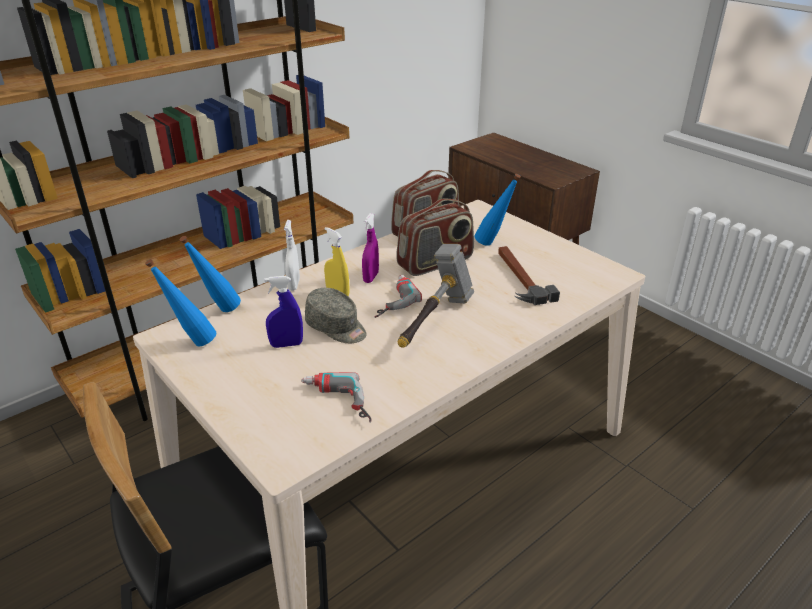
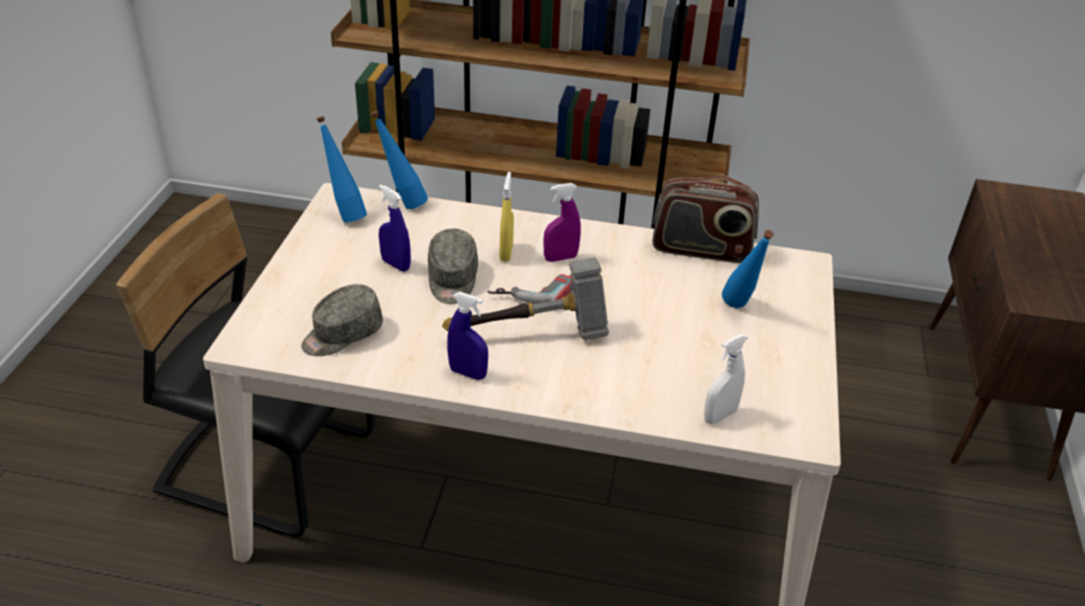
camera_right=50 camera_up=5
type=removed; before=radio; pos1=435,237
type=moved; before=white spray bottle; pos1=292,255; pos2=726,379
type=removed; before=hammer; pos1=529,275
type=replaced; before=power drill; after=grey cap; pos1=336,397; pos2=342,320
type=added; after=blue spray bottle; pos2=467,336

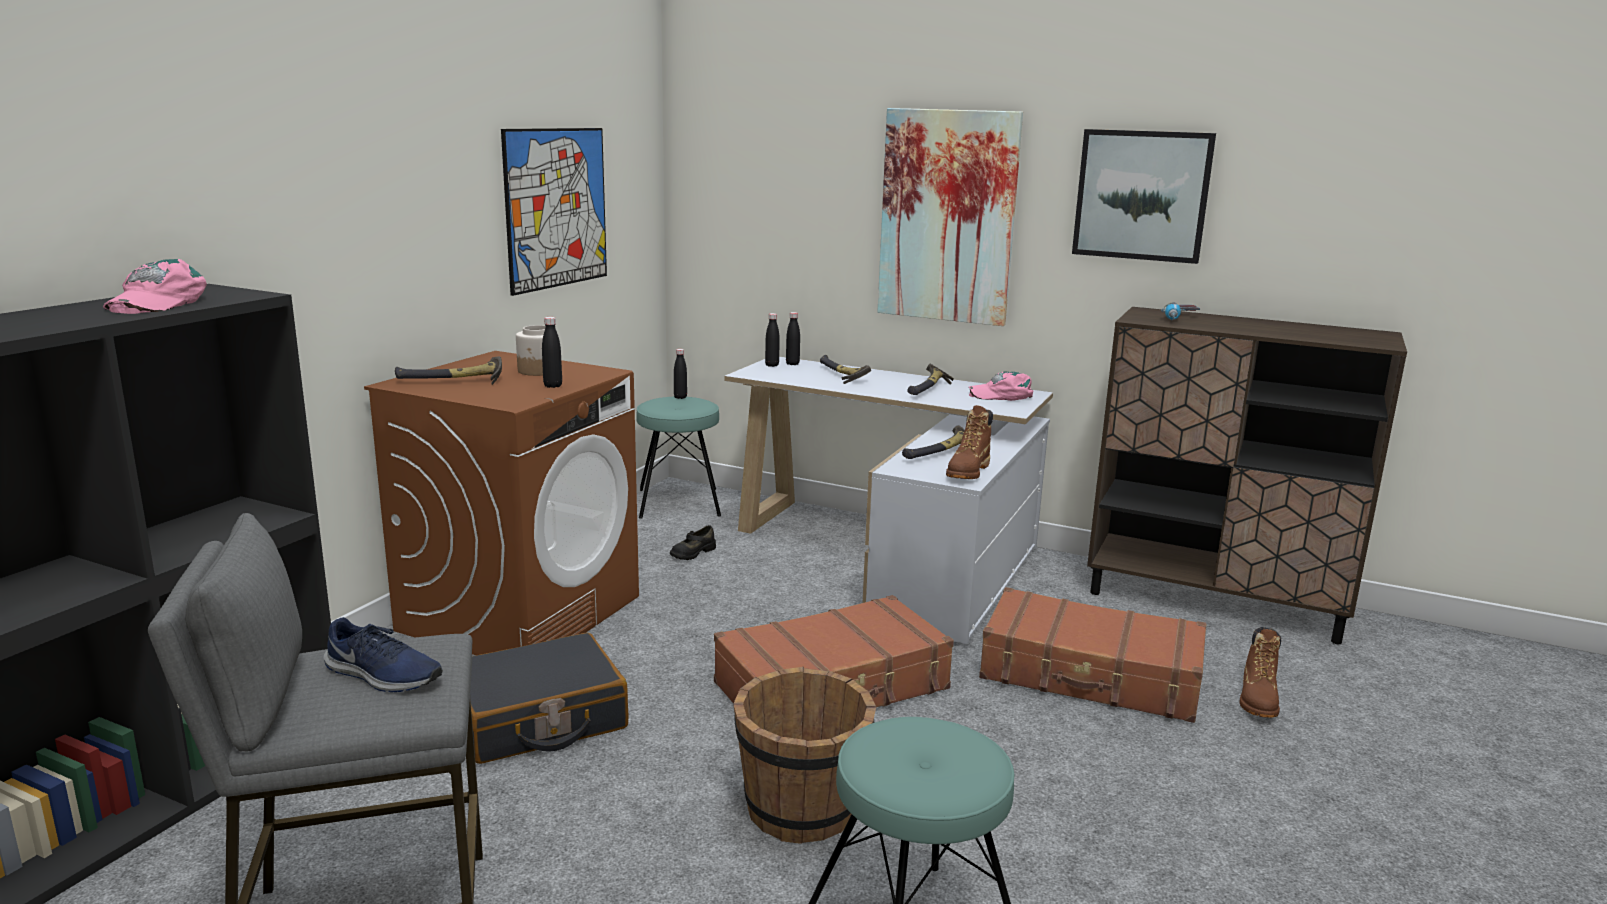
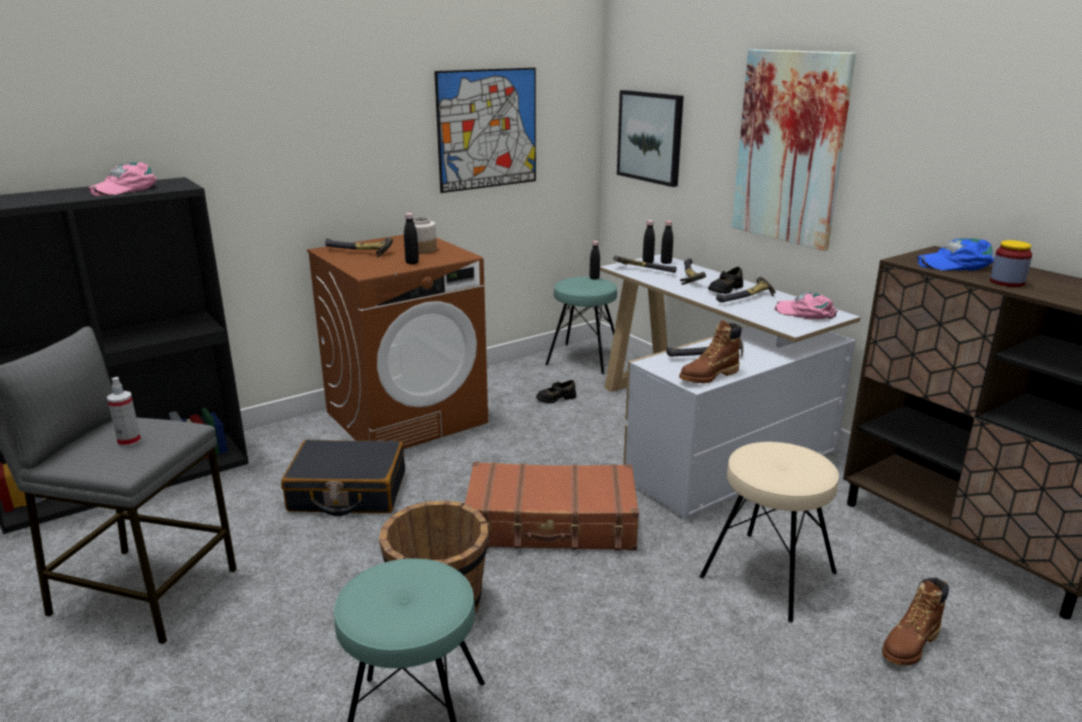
camera_right=30 camera_up=5
type=moved; before=picture; pos1=1144,196; pos2=650,138
type=replaced; before=power drill; after=blue cap; pos1=1180,311; pos2=956,254
type=replaced; before=brown suitcase; after=beige stool; pos1=1092,655; pos2=769,532
type=replaced; before=blue shoe; after=spray bottle; pos1=383,654; pos2=124,412
type=added; after=jar; pos2=1011,263
type=added; after=hammer; pos2=645,264
type=added; after=black shoe; pos2=725,280

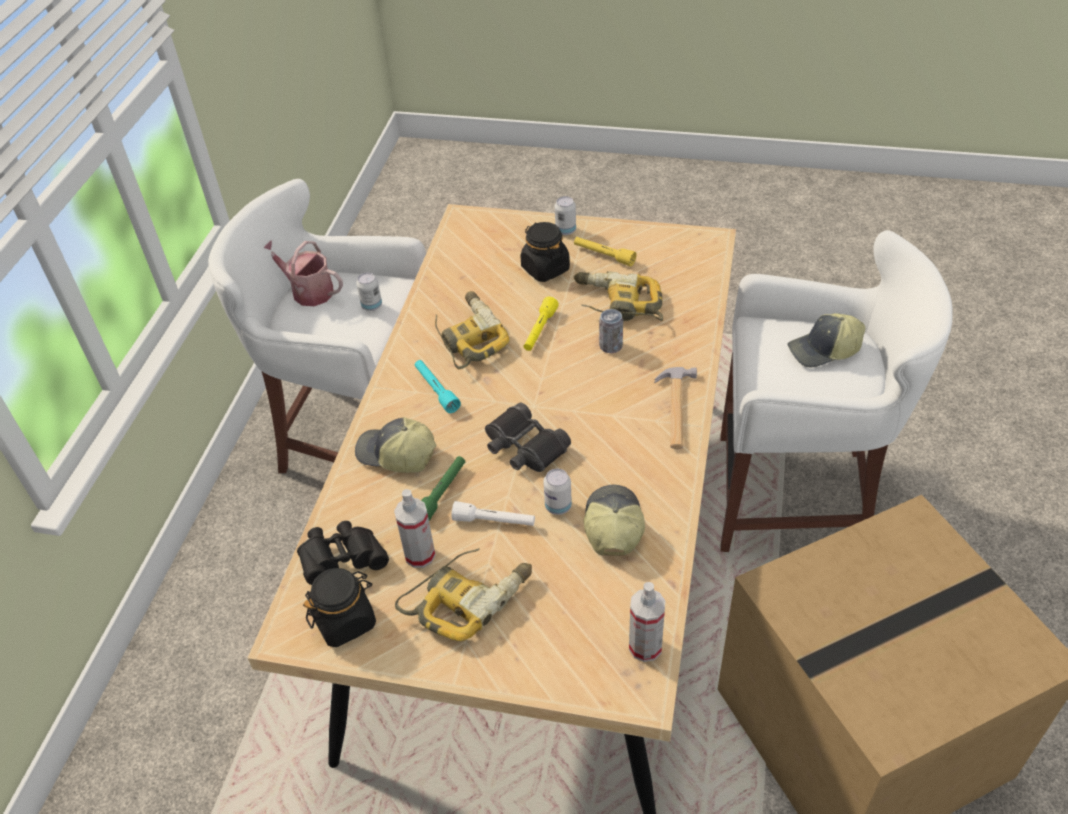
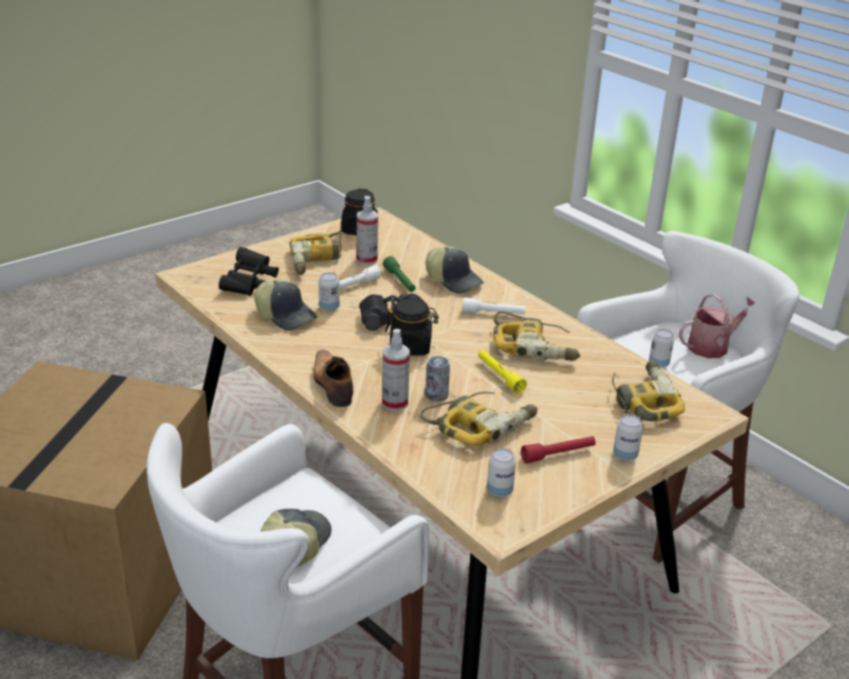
camera_right=125 camera_up=-15
type=moved; before=black jar; pos1=545,252; pos2=412,327
type=recoloured; before=yellow flashlight; after=red flashlight; pos1=605,252; pos2=558,450
type=recoloured; before=turquoise flashlight; after=white flashlight; pos1=438,386; pos2=494,305
type=replaced; before=hammer; after=shoe; pos1=675,408; pos2=333,378
type=turned; before=cap; pos1=395,445; pos2=455,270; turn=75
type=moved; before=black binoculars; pos1=343,553; pos2=249,271
type=moved; before=spray bottle; pos1=647,622; pos2=396,370
type=added; after=power drill; pos2=648,391
type=added; after=can; pos2=501,472

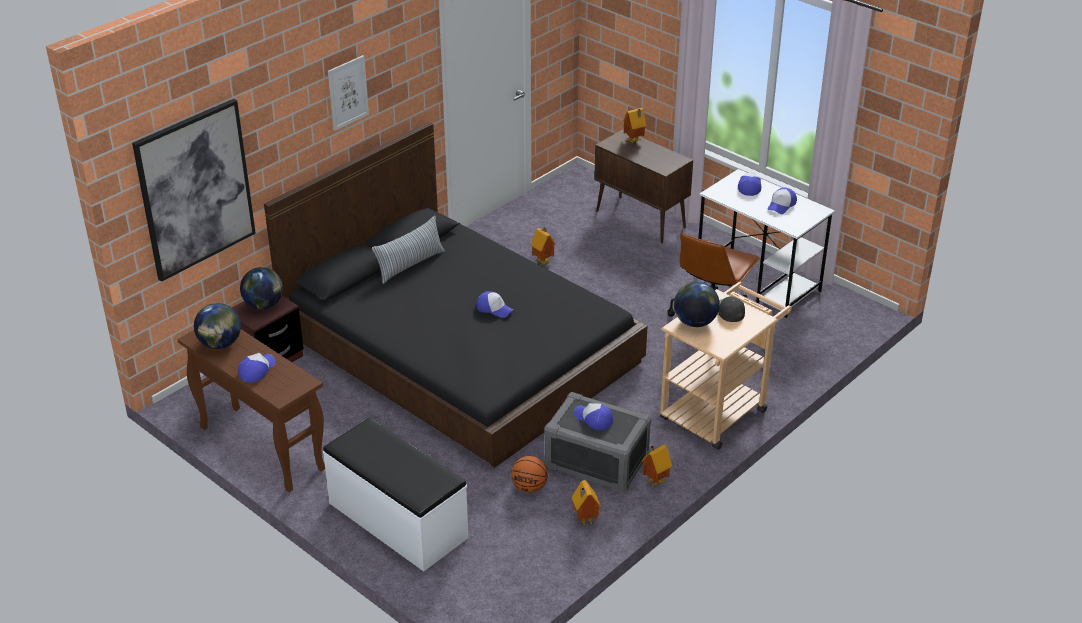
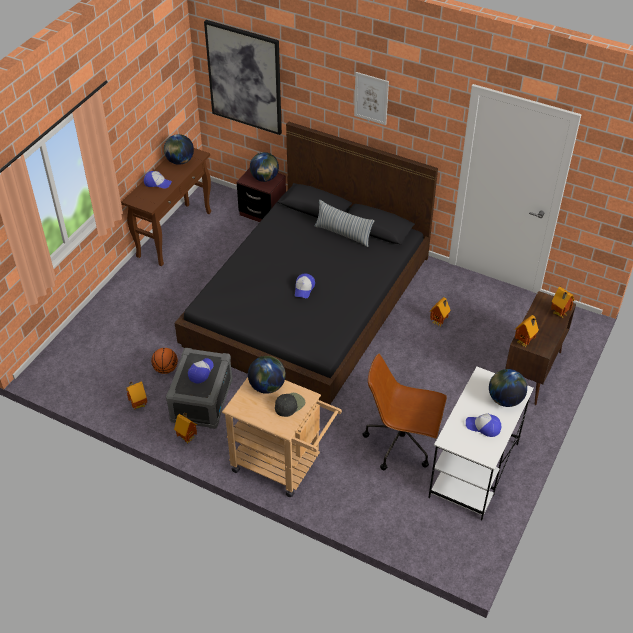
camera_right=75 camera_up=10
type=replaced; before=cap; after=globe; pos1=749,183; pos2=508,388
type=removed; before=white bench; pos1=395,494
type=added; after=toy house; pos2=527,331

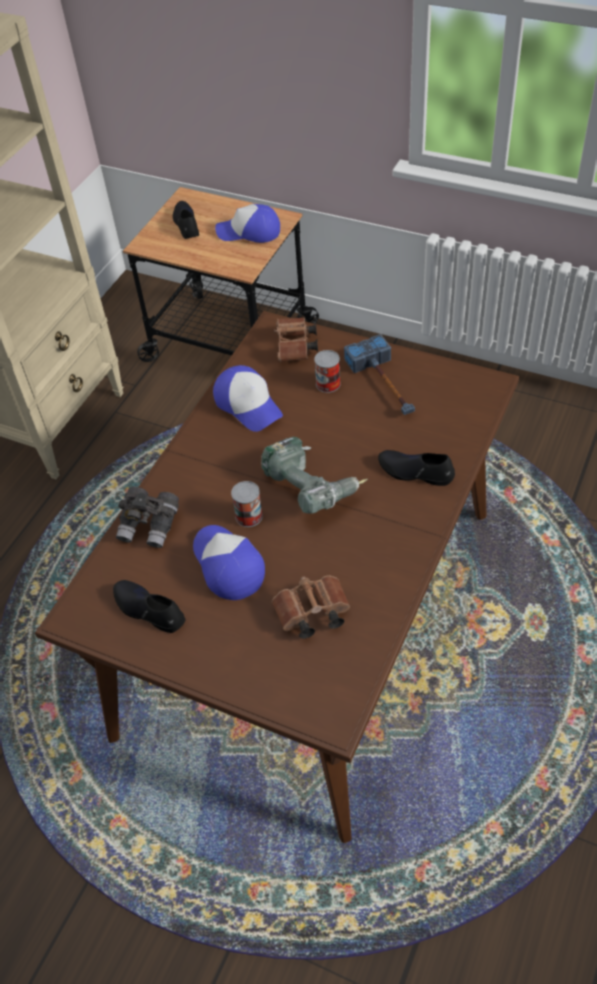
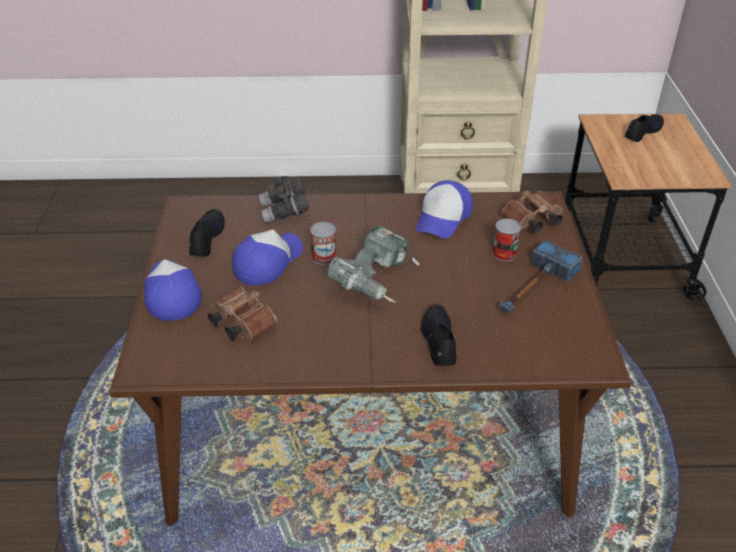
camera_right=60 camera_up=-10
type=moved; before=cap; pos1=247,223; pos2=173,290

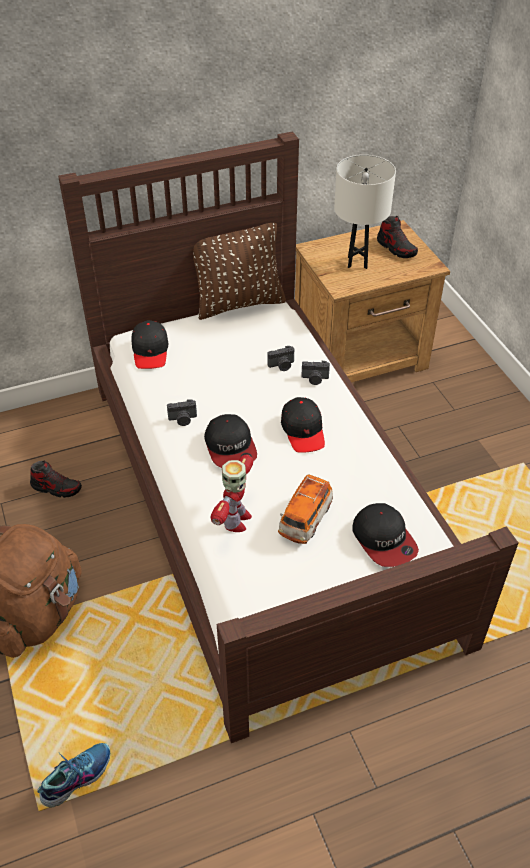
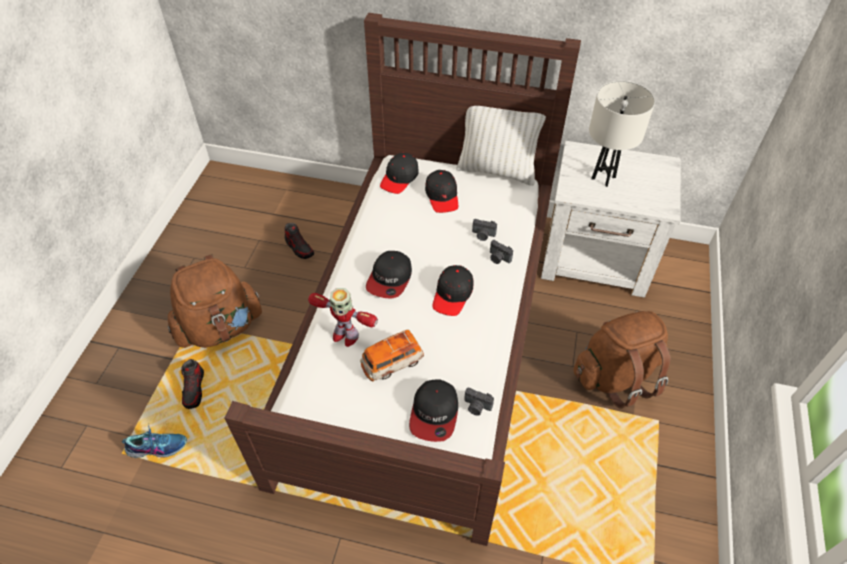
camera_right=35 camera_up=5
type=moved; before=shoe; pos1=397,237; pos2=192,384
type=recoloured; before=brown nightstand; after=white nightstand; pos1=372,301; pos2=611,219
type=recoloured; before=brown pillow; after=white pillow; pos1=239,271; pos2=501,146
type=moved; before=photo camera; pos1=182,412; pos2=479,401
type=turned; before=toy robot; pos1=232,493; pos2=343,317; turn=60
type=added; after=black cap; pos2=441,191
type=added; after=brown backpack; pos2=622,360

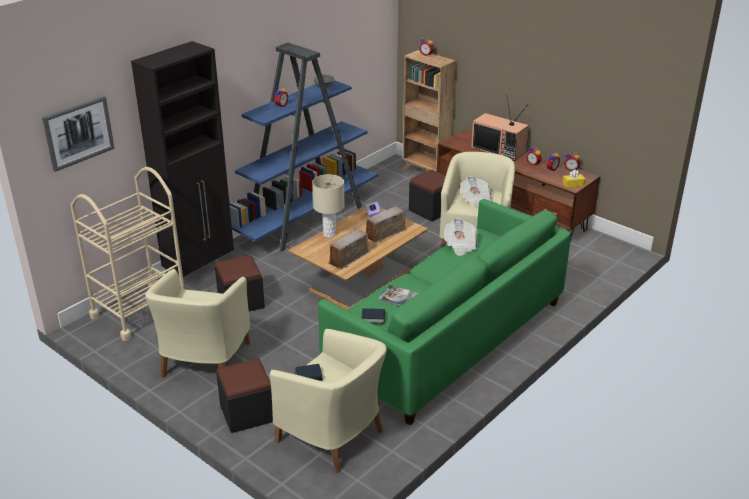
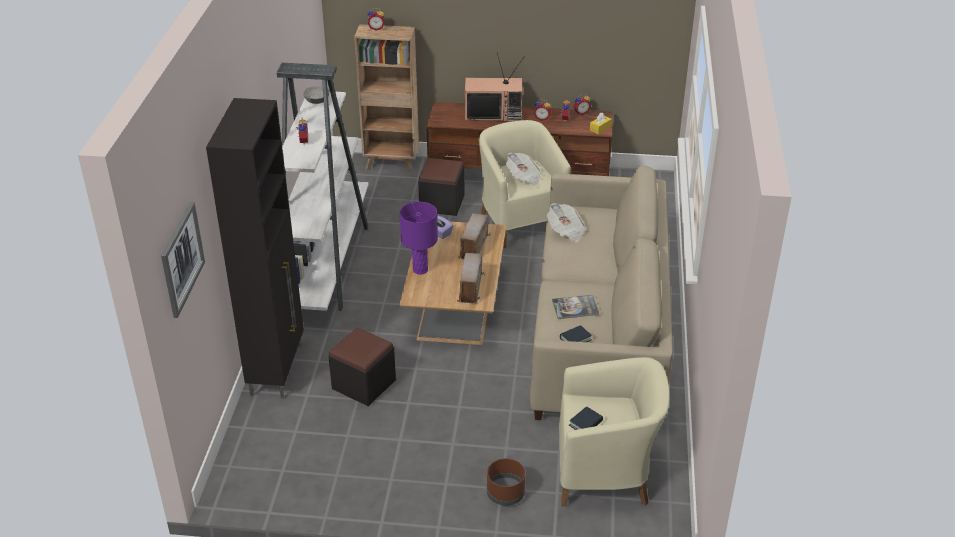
camera_right=-35 camera_up=5
type=recoloured; before=blue bookcase; after=white bookcase; pos1=303,147; pos2=323,187
type=removed; before=beige cart; pos1=127,254
type=recoloured; before=beige table lamp; after=purple table lamp; pos1=328,206; pos2=418,238
type=recoloured; before=green sofa; after=beige sofa; pos1=444,312; pos2=601,292
type=removed; before=beige armchair; pos1=197,323
type=replaced; before=black ottoman; after=brown planter; pos1=244,396; pos2=506,482

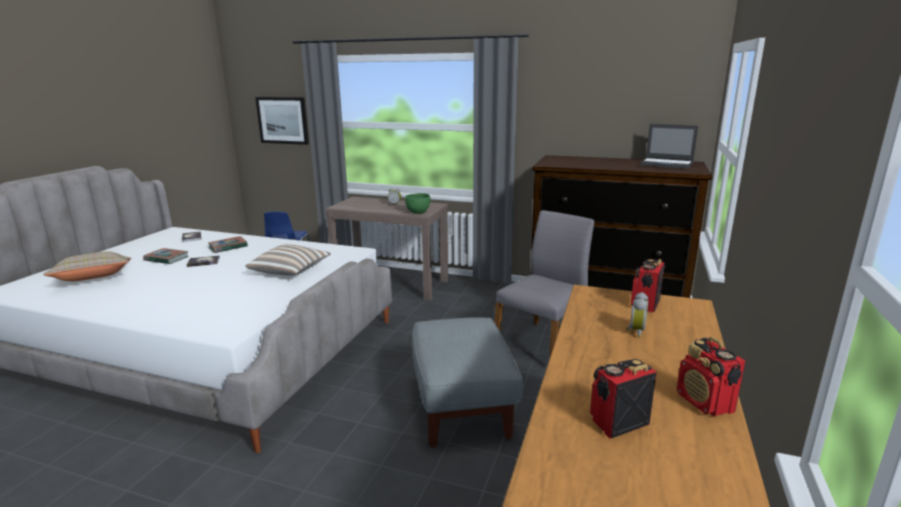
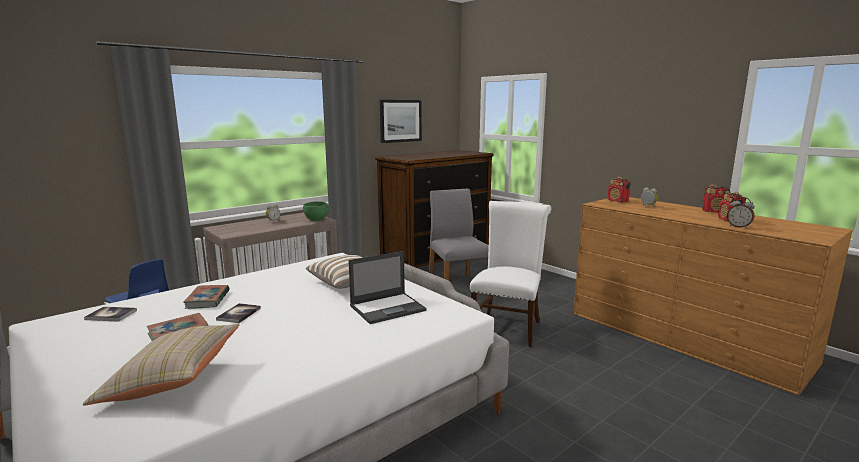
camera_right=-60 camera_up=-5
type=moved; before=picture; pos1=282,121; pos2=401,121
type=moved; before=laptop; pos1=668,146; pos2=388,287
type=replaced; before=grey ottoman; after=white chair; pos1=467,382; pos2=510,274
type=added; after=alarm clock; pos2=741,213

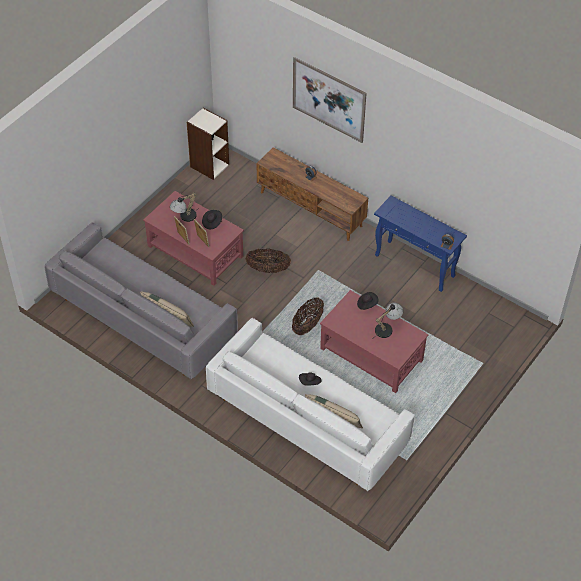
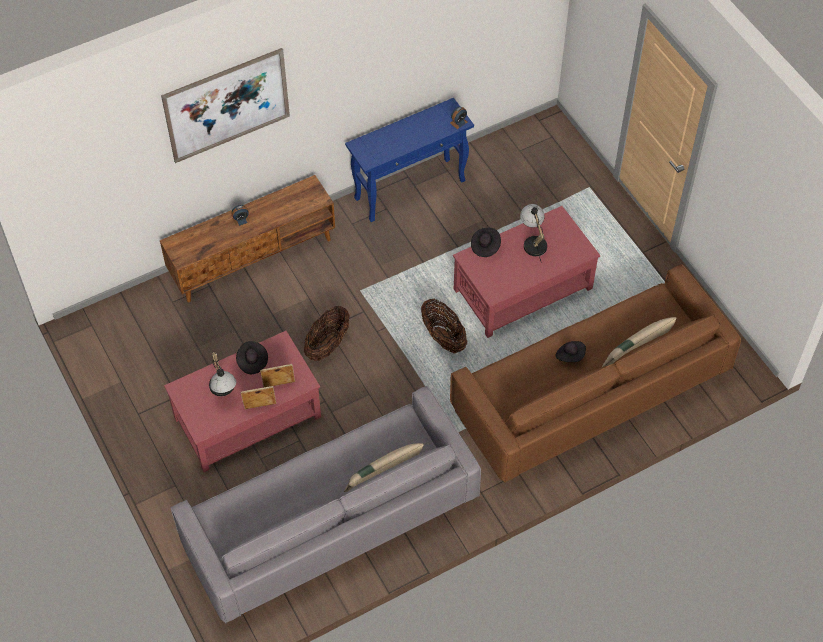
camera_right=-65 camera_up=5
type=removed; before=bookcase; pos1=208,144
type=recoloured; before=white sofa; after=brown sofa; pos1=310,404; pos2=595,373

